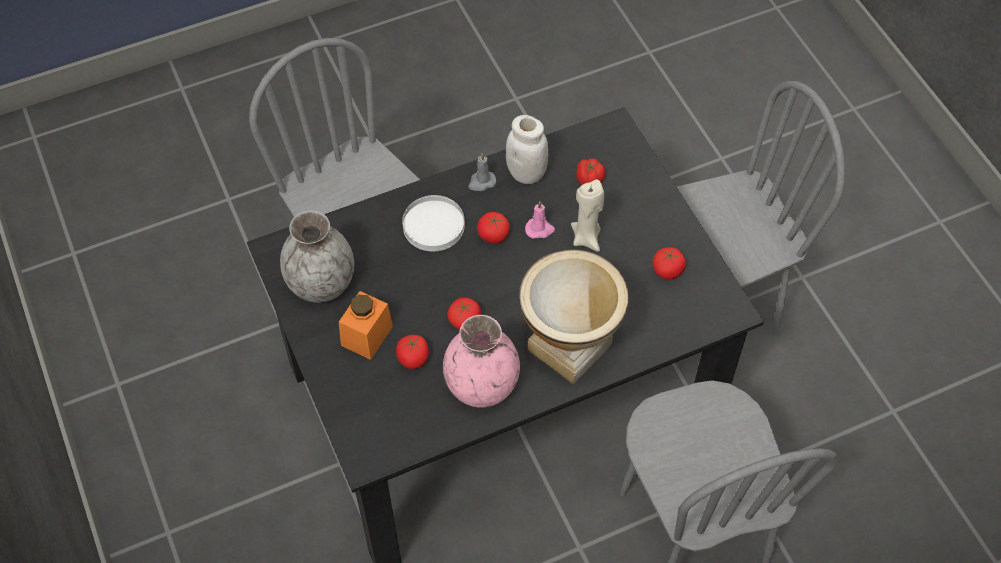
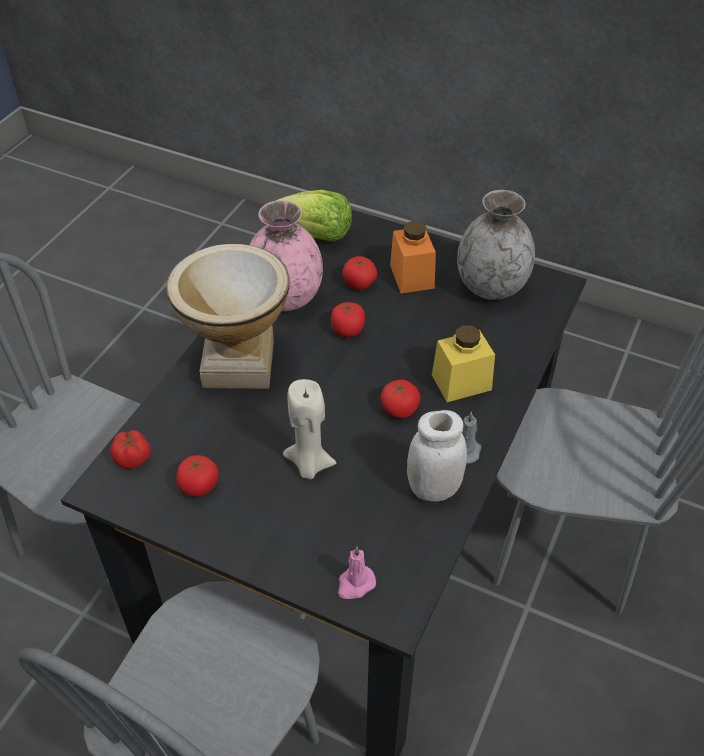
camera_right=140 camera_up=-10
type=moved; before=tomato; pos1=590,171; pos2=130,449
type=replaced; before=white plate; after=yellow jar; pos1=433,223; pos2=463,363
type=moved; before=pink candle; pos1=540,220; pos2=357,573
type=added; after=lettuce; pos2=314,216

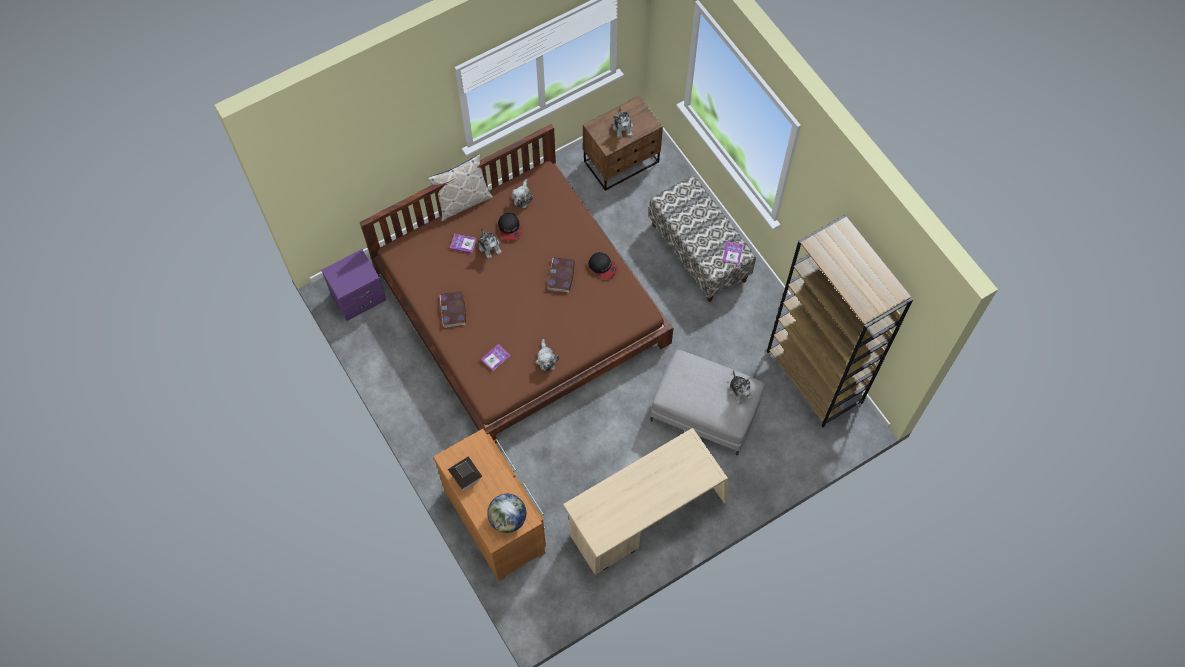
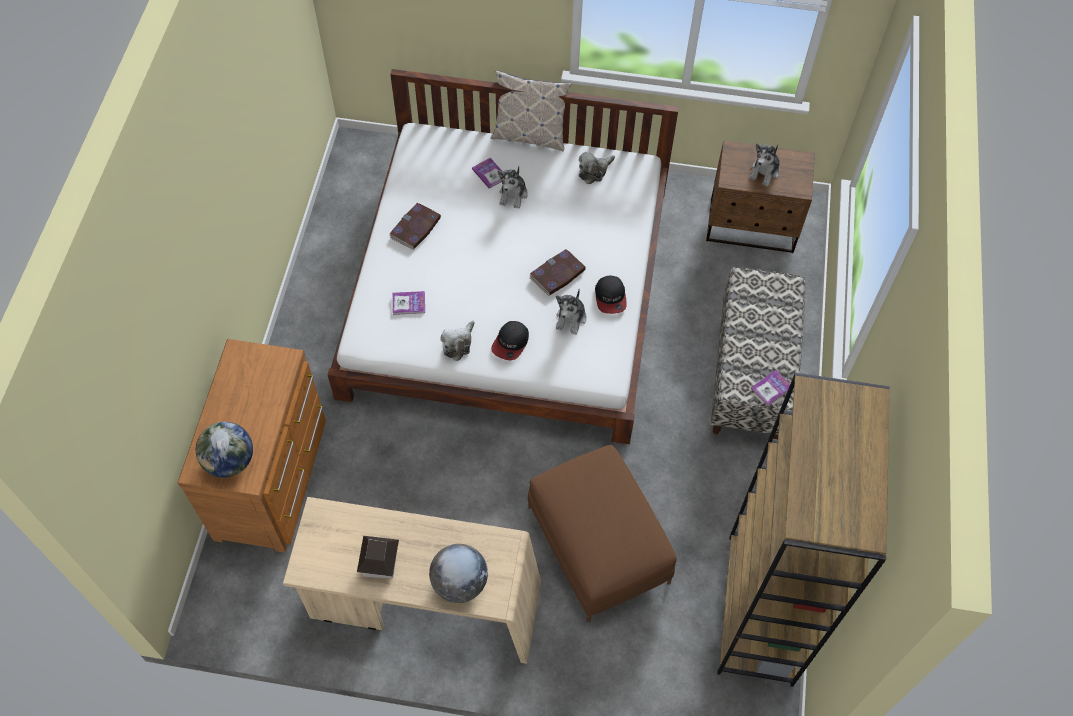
camera_right=40 camera_up=-5
type=recoloured; before=brown bed; after=white bed; pos1=517,284; pos2=503,256
type=moved; before=cap; pos1=510,227; pos2=510,341
type=removed; before=purple nightstand; pos1=353,285
type=recoloured; before=grey ottoman; after=brown ottoman; pos1=707,402; pos2=602,533
type=moved; before=plush toy; pos1=741,387; pos2=571,312
type=moved; before=toy house; pos1=465,473; pos2=378,557
type=added; after=globe; pos2=458,573

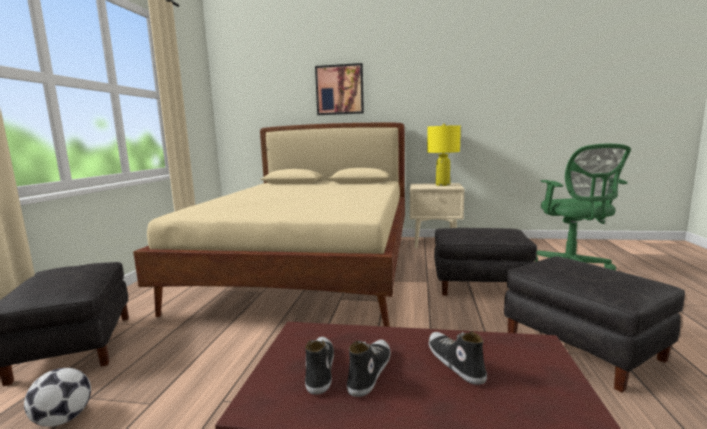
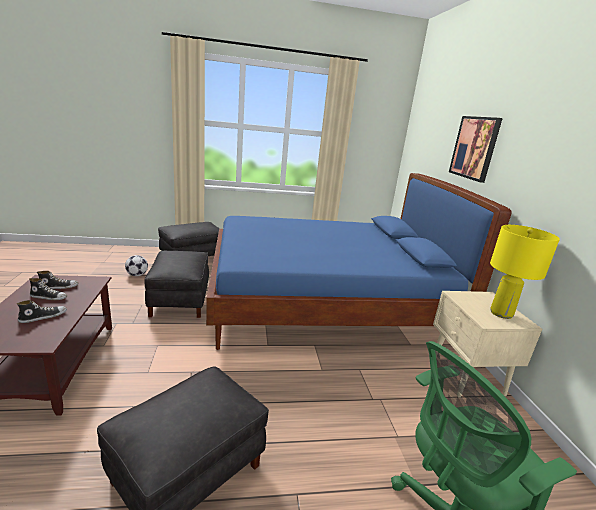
camera_right=70 camera_up=10
type=recoloured; before=beige bed; after=blue bed; pos1=269,225; pos2=359,261
type=moved; before=black ottoman; pos1=485,262; pos2=176,284

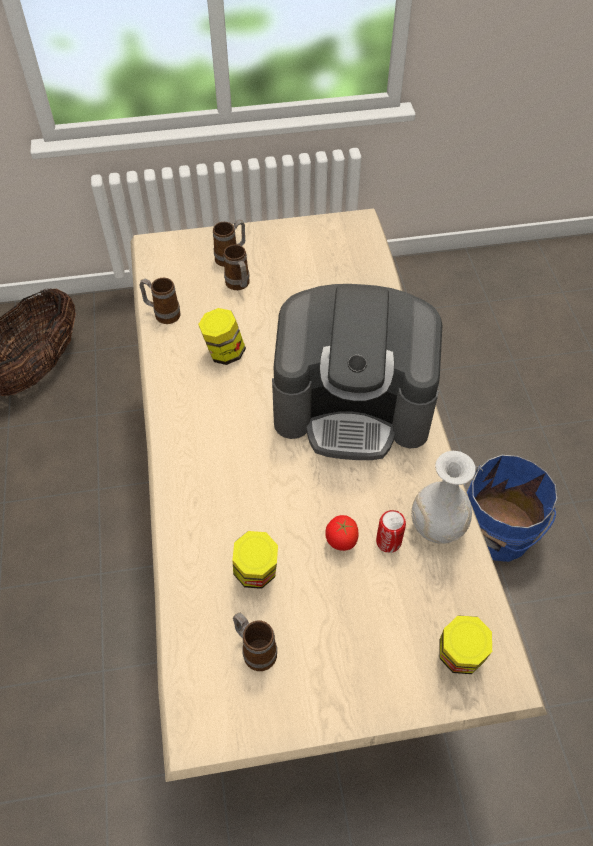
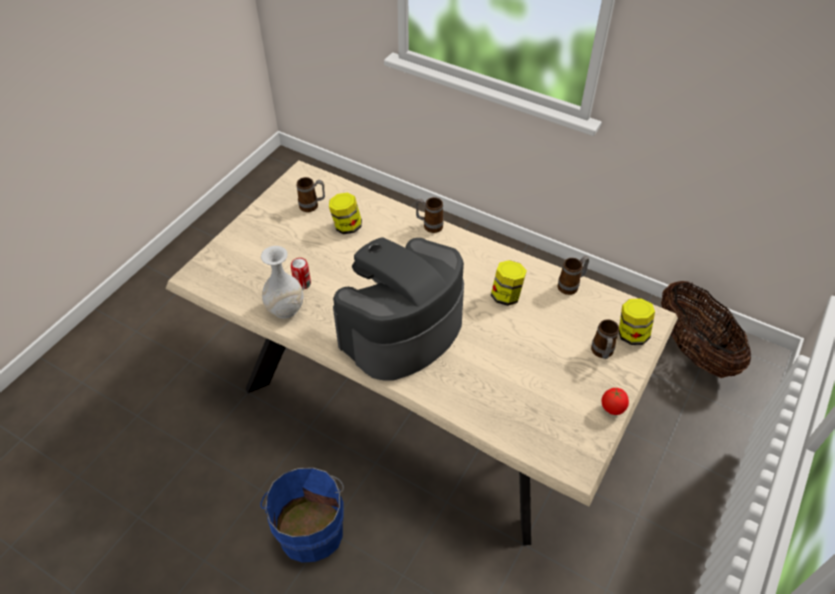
camera_right=130 camera_up=-5
type=moved; before=mug; pos1=237,267; pos2=430,215
type=moved; before=tomato; pos1=342,533; pos2=615,401
type=moved; before=jar; pos1=465,645; pos2=637,321

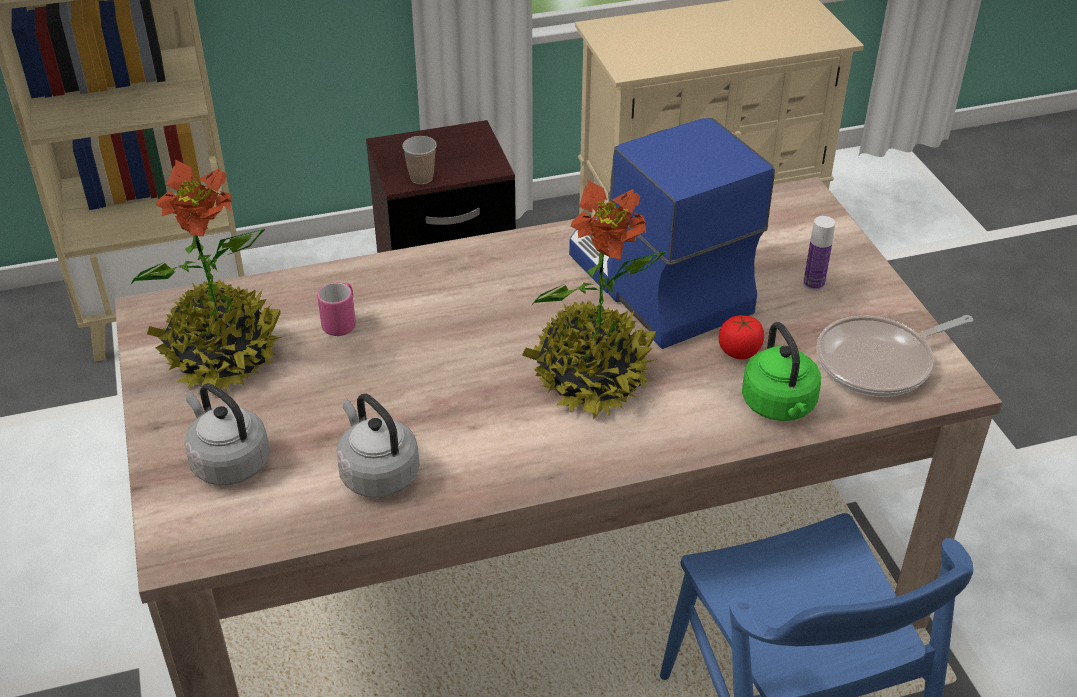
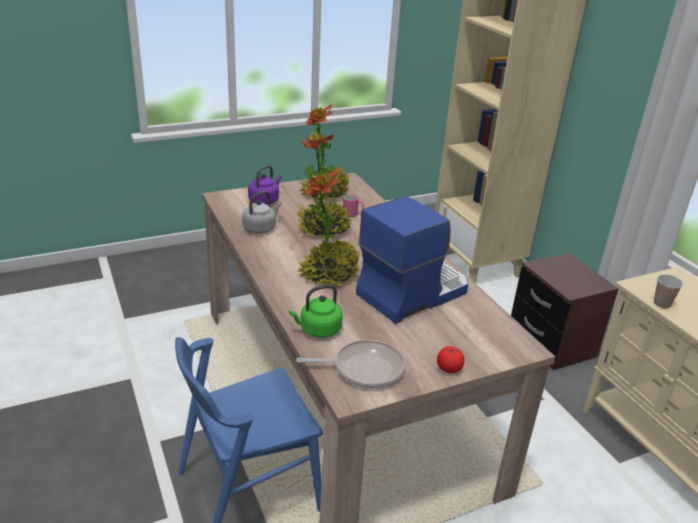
camera_right=80 camera_up=-10
type=moved; before=cup; pos1=419,160; pos2=668,291
type=removed; before=bottle; pos1=819,253
type=moved; before=tomato; pos1=741,337; pos2=450,359
type=turned; before=frying pan; pos1=894,356; pos2=350,363; turn=120
type=recoloured; before=grey kettle; after=purple kettle; pos1=226,434; pos2=265,184
type=added; after=potted plant; pos2=324,186

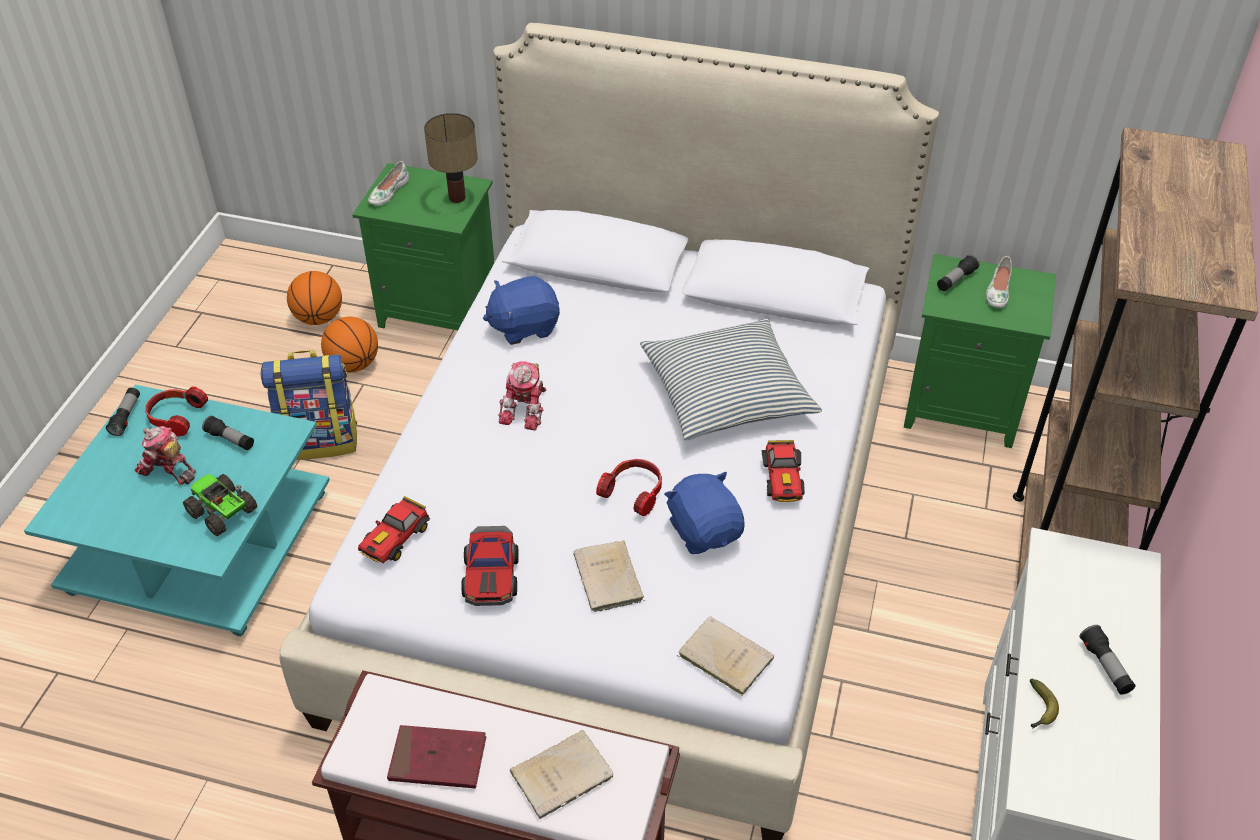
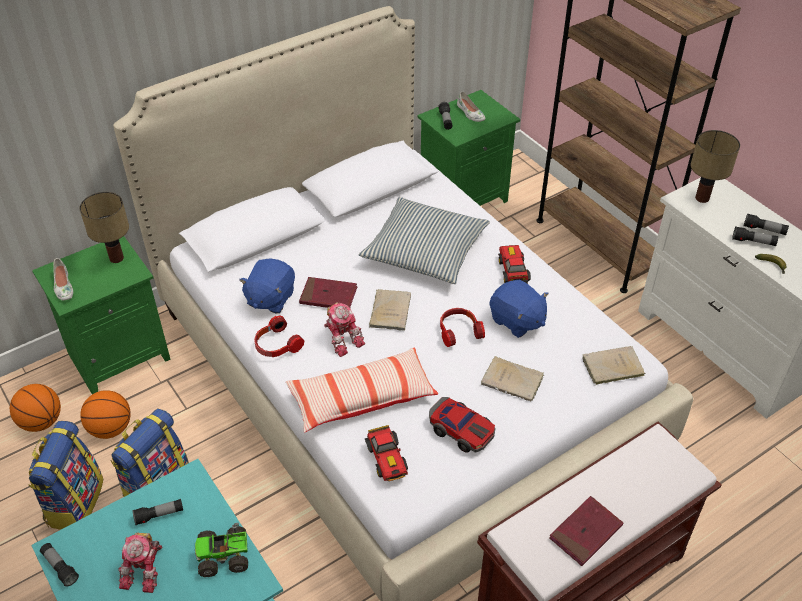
camera_right=-50 camera_up=0
type=moved; before=headphones; pos1=176,412; pos2=279,336
type=turned; before=toy robot; pos1=165,455; pos2=140,562; turn=-60
type=turned; before=toy car; pos1=783,471; pos2=514,264; turn=-135
type=turned; before=blue plush toy; pos1=704,513; pos2=519,309; turn=-150
type=moved; before=beige book; pos1=562,774; pos2=390,310
type=added; after=table lamp; pos2=715,166
type=added; after=flashlight; pos2=755,236
type=added; after=red book; pos2=328,292
type=added; after=pillow; pos2=362,390
type=added; after=backpack; pos2=65,475

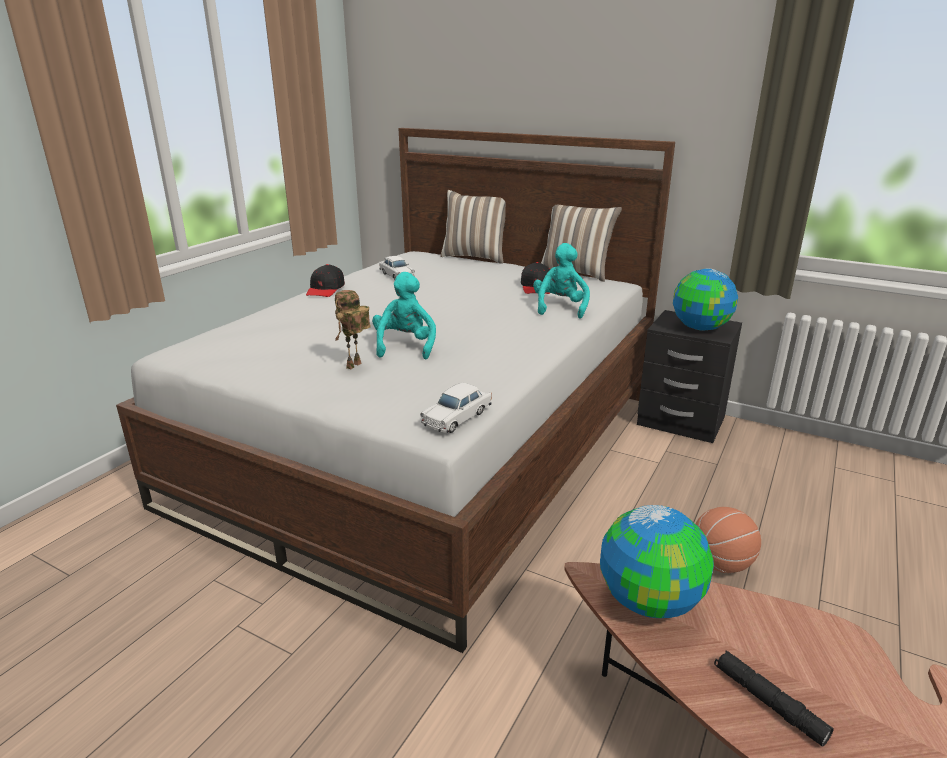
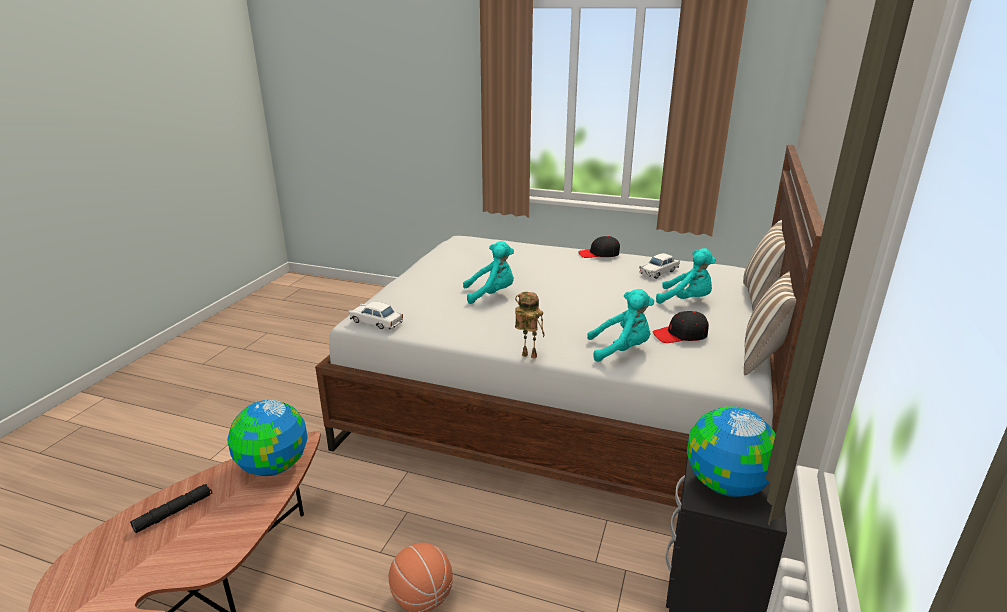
camera_right=80 camera_up=0
type=moved; before=toy robot; pos1=352,329; pos2=530,325
type=added; after=turquoise plush toy; pos2=686,276

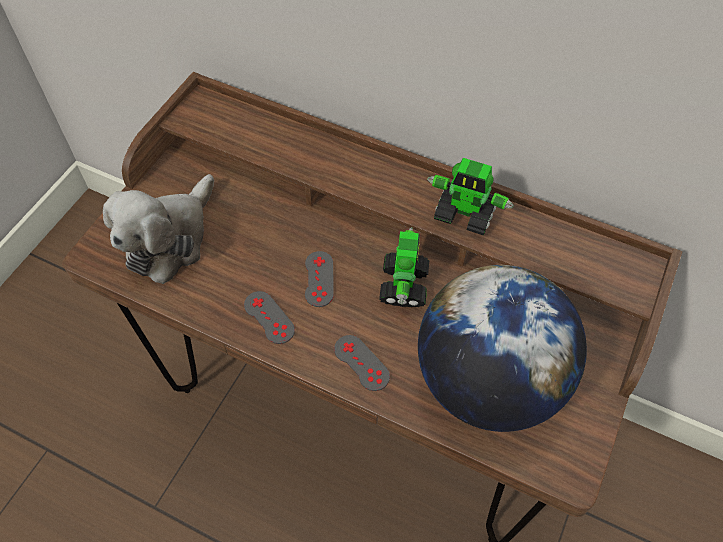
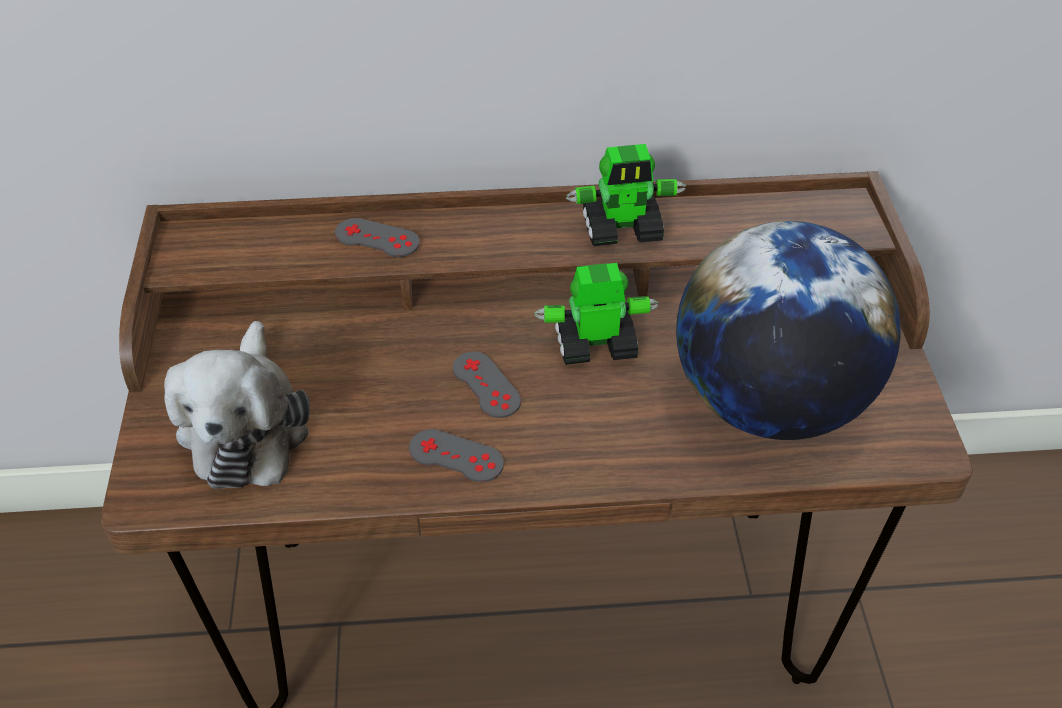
camera_right=-30 camera_up=-10
type=turned; before=toy robot; pos1=404,267; pos2=596,314; turn=-75
type=moved; before=grey game controller; pos1=362,363; pos2=377,237

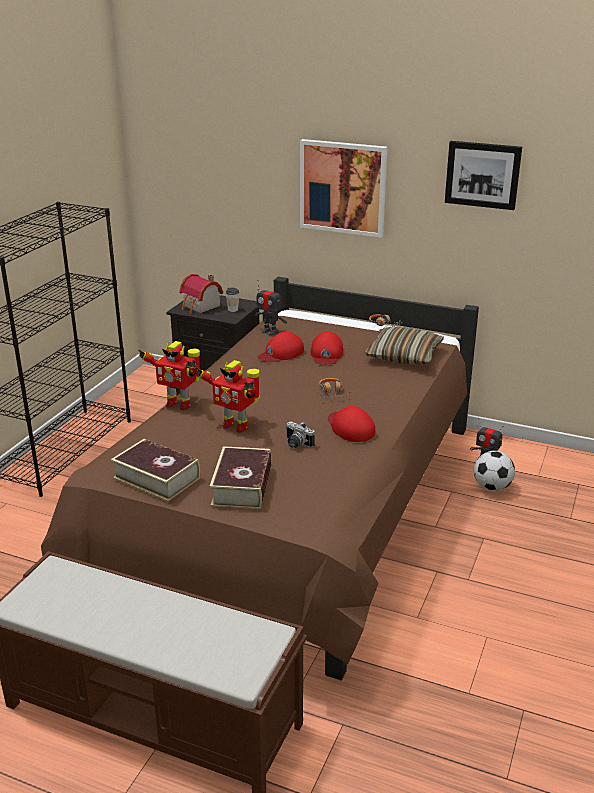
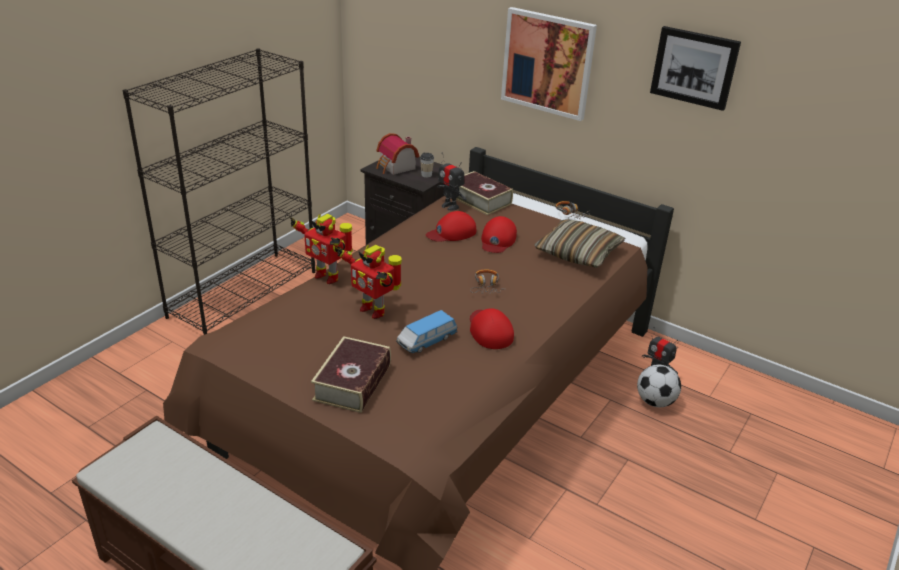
camera_right=10 camera_up=5
type=replaced; before=photo camera; after=toy car; pos1=300,434; pos2=427,331
type=moved; before=book; pos1=155,470; pos2=484,193

